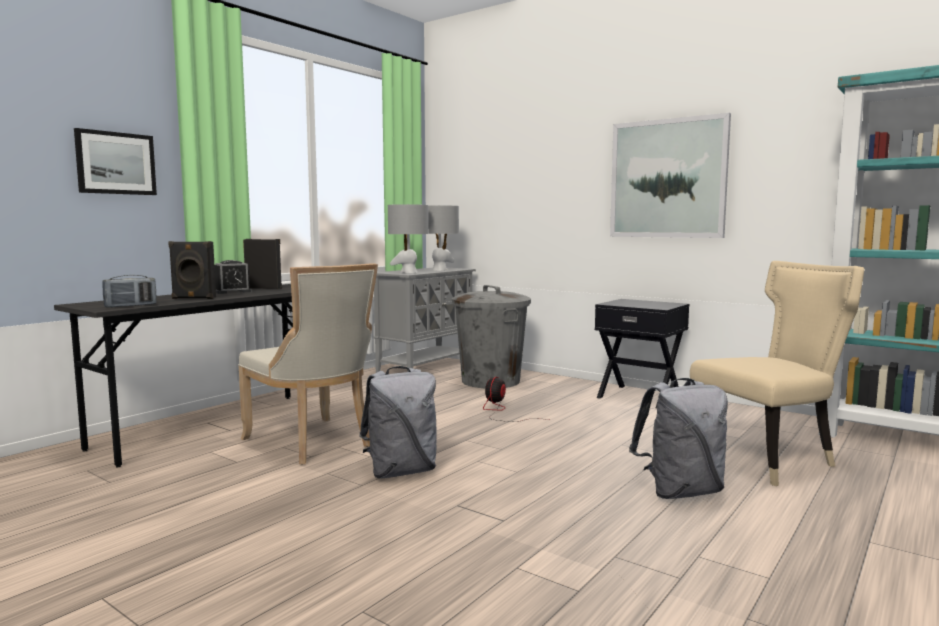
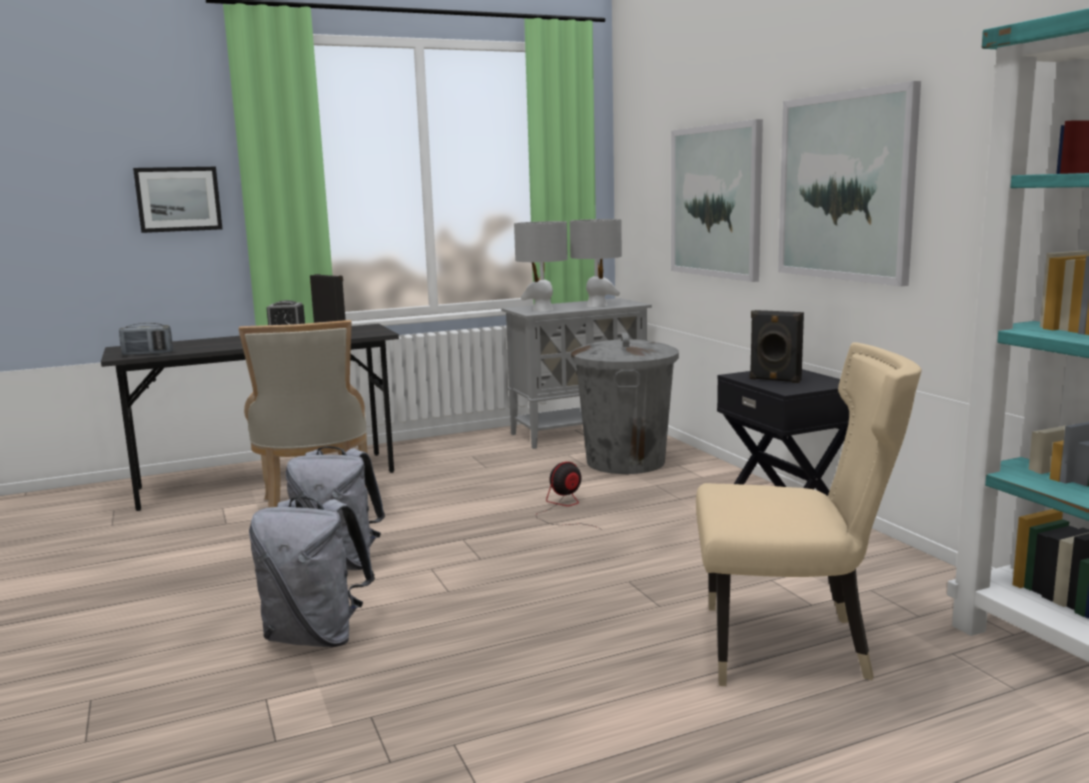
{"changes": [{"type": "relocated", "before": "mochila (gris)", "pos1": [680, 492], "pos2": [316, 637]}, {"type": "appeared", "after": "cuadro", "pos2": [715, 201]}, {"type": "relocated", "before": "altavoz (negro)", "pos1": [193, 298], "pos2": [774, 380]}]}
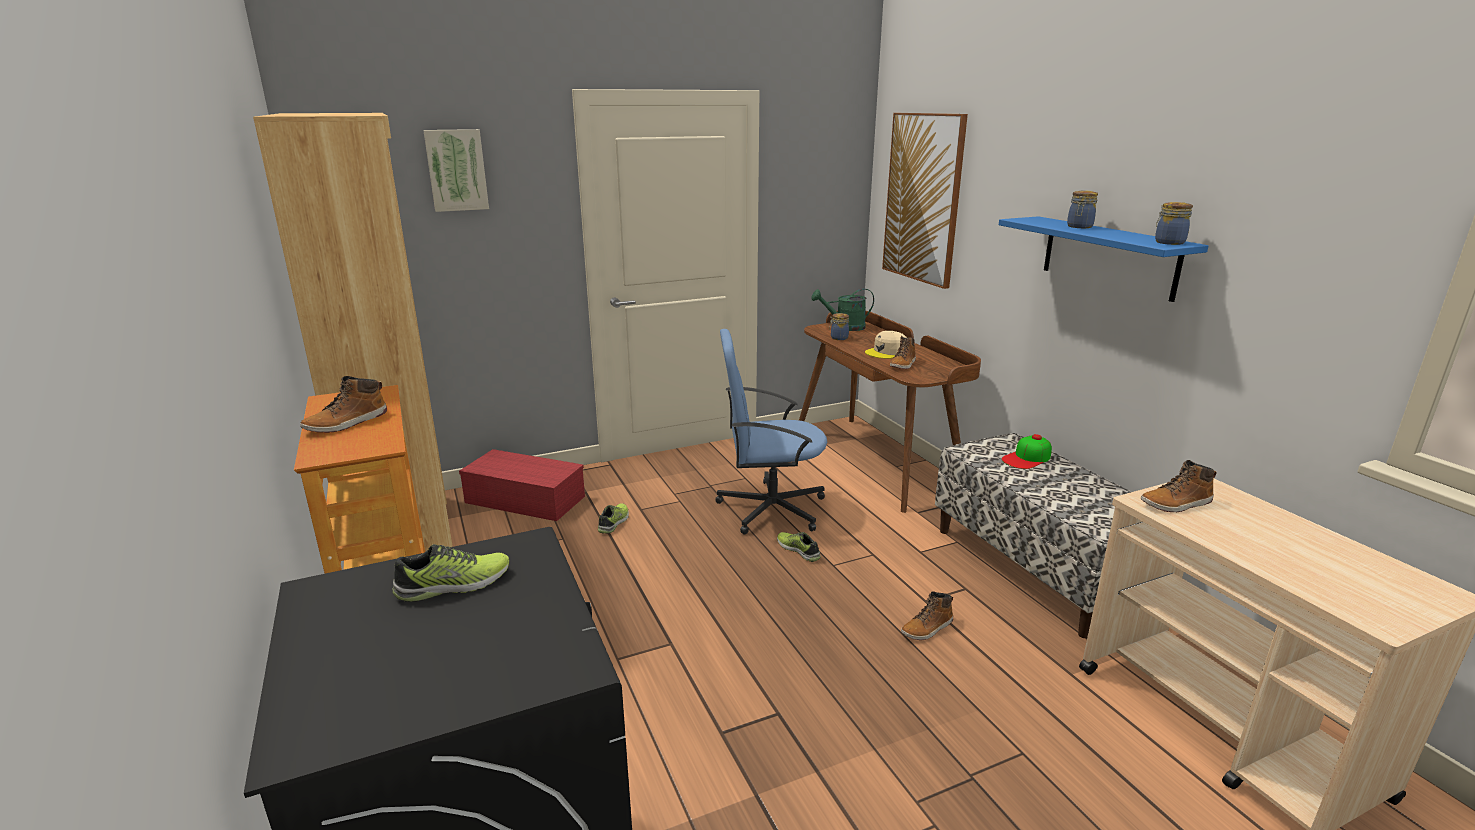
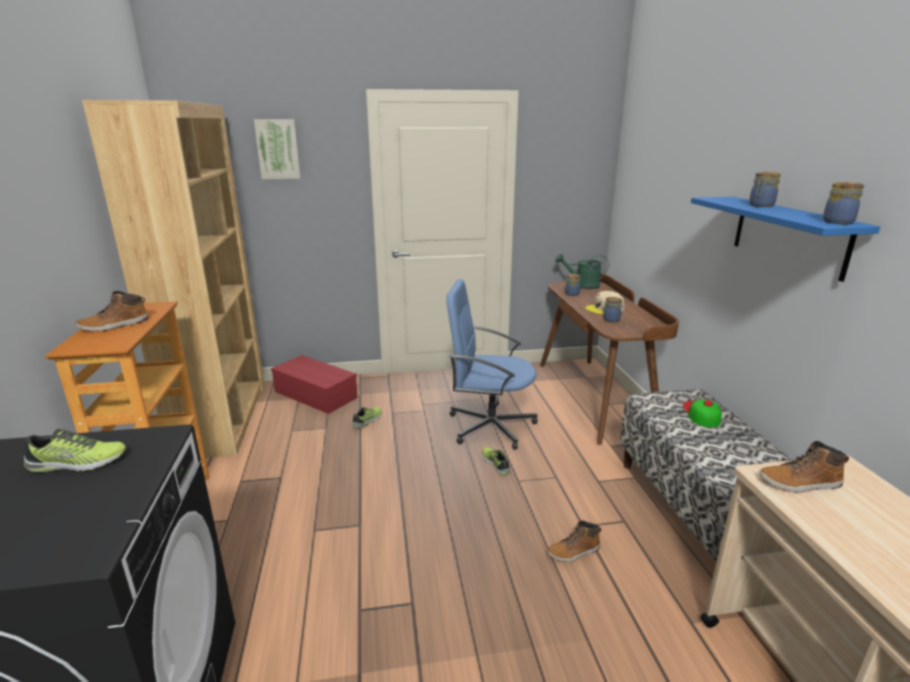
{"changes": [{"type": "exchanged", "before": "bota", "after": "tarro", "pos1": [903, 364], "pos2": [612, 320]}, {"type": "spun", "before": "gorra", "pos1": [1027, 458], "pos2": [701, 413], "turn": 120}, {"type": "missing", "before": "cuadro", "pos1": [923, 198]}]}
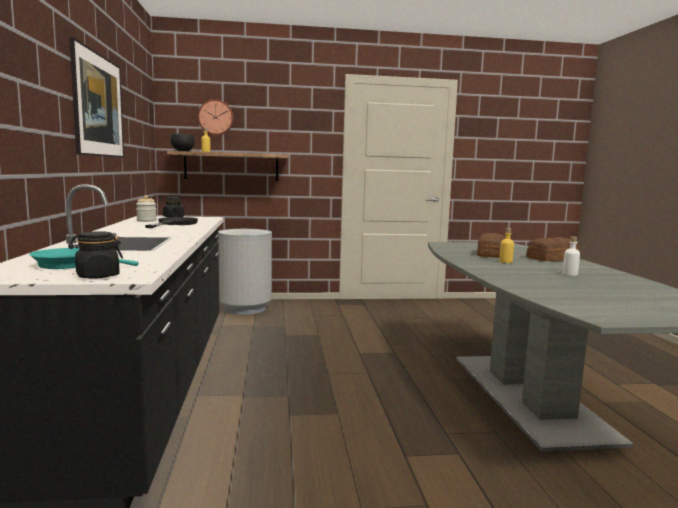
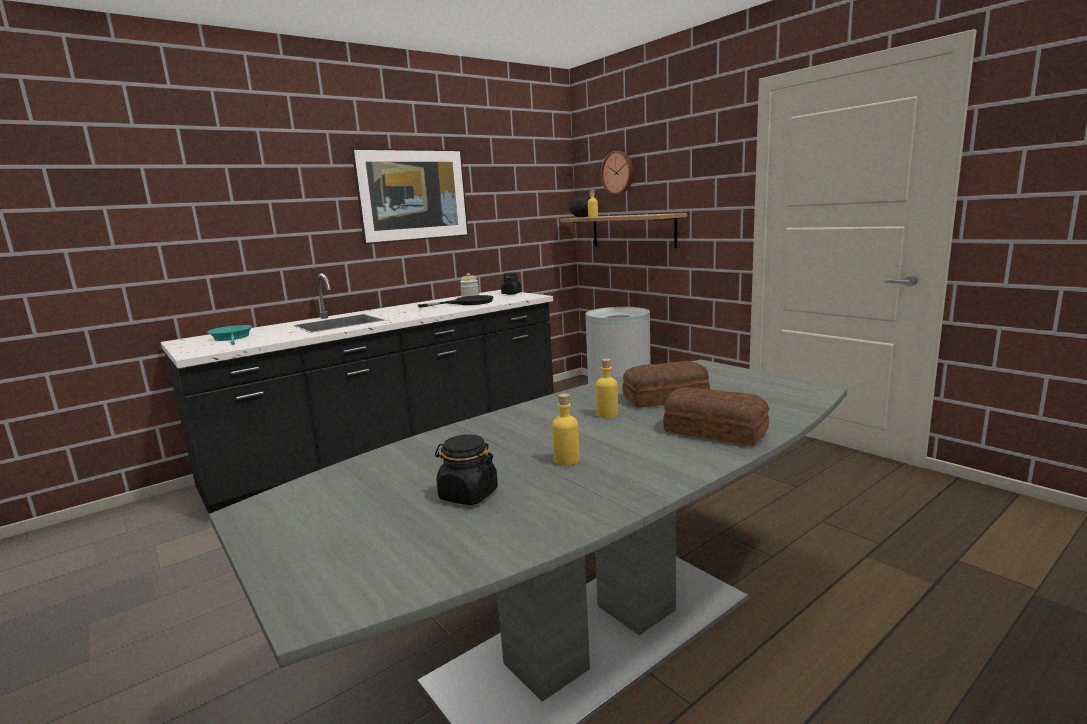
{"changes": [{"type": "relocated", "before": "tarro (negro)", "pos1": [97, 276], "pos2": [468, 495]}, {"type": "colour", "before": "botella (blanco)", "after": "botella (amarillo)", "pos1": [569, 274], "pos2": [566, 460]}]}
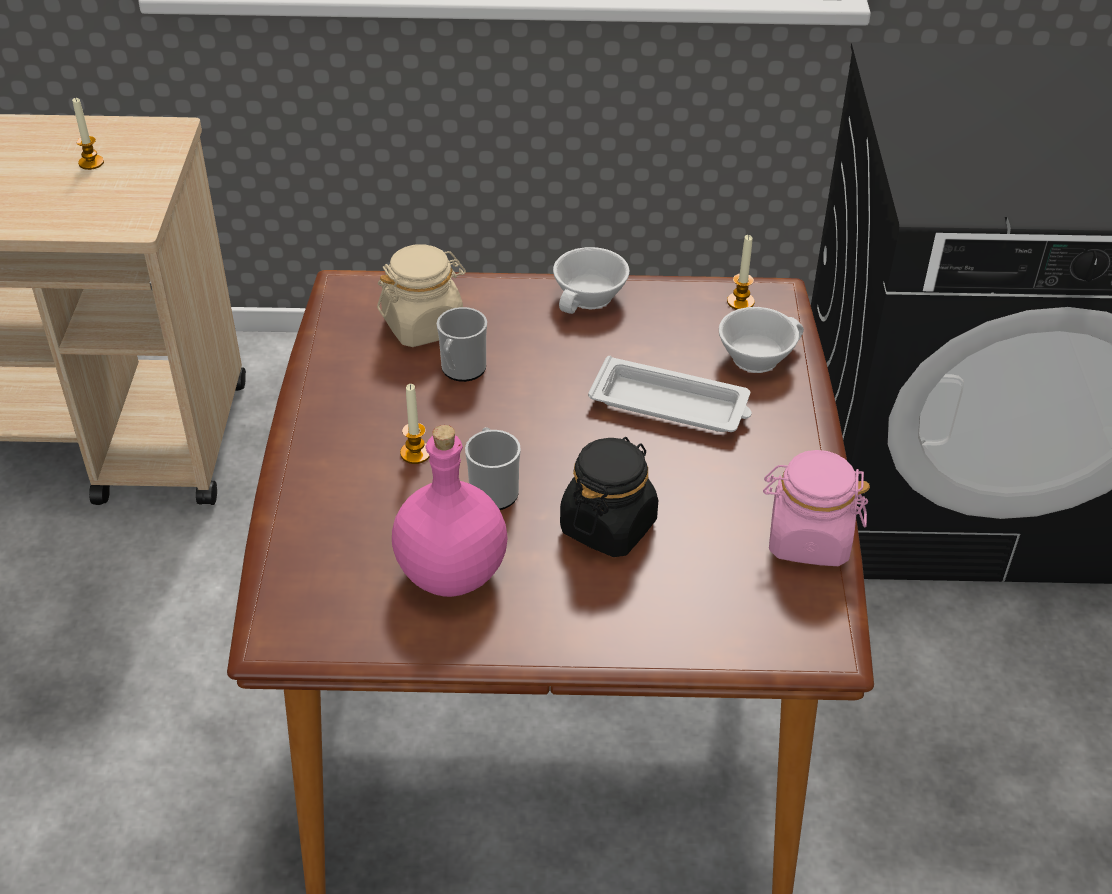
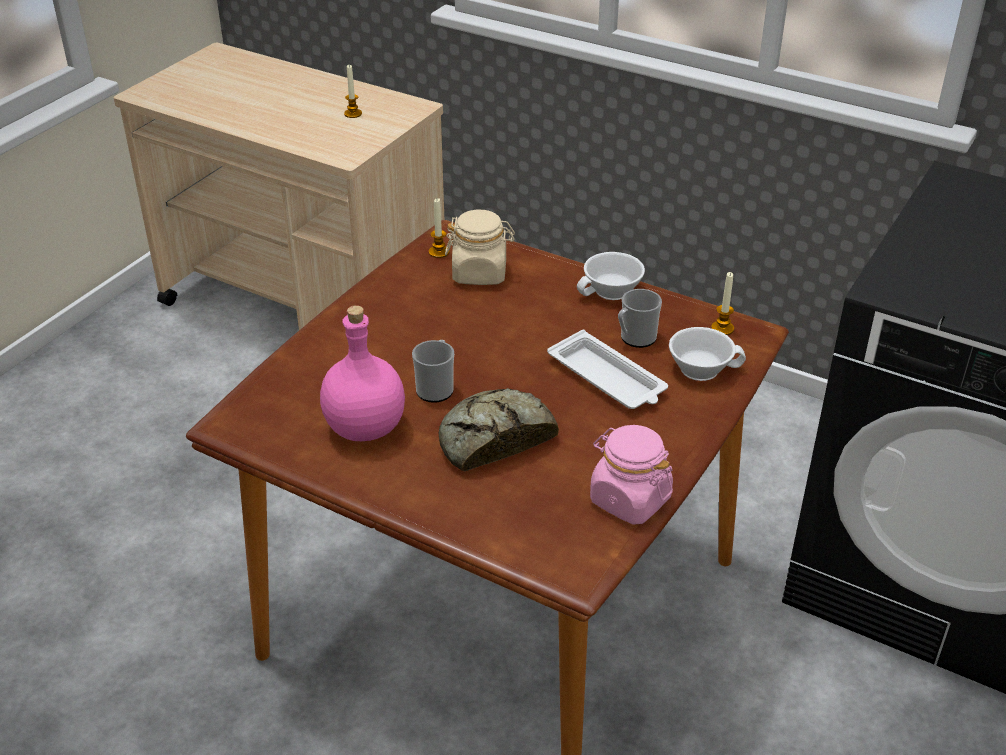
{"changes": [{"type": "relocated", "before": "vela", "pos1": [415, 453], "pos2": [439, 252]}, {"type": "exchanged", "before": "tarro (negro)", "after": "pan", "pos1": [608, 526], "pos2": [493, 438]}, {"type": "relocated", "before": "taza grande", "pos1": [461, 370], "pos2": [635, 338]}]}
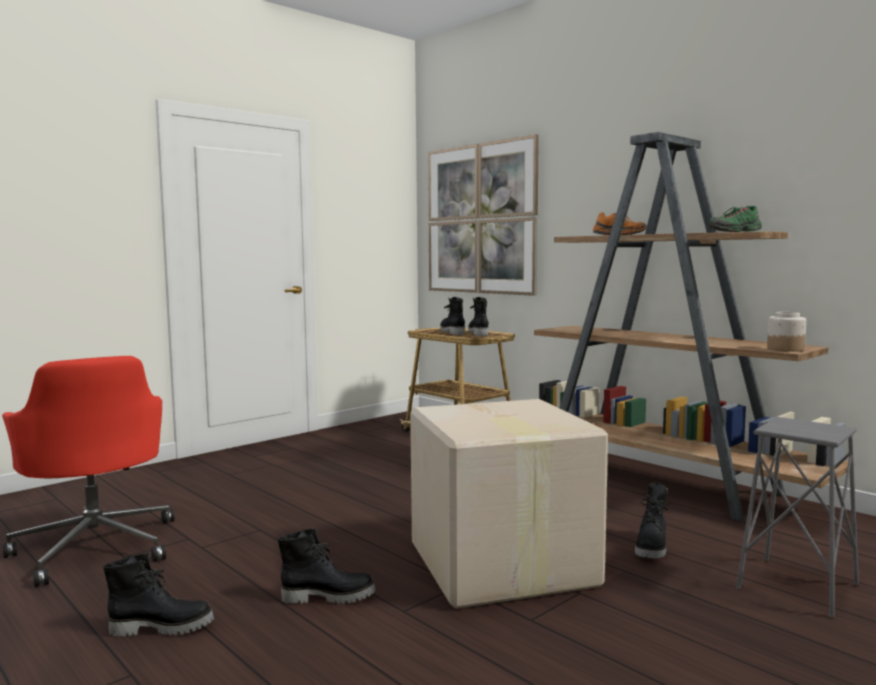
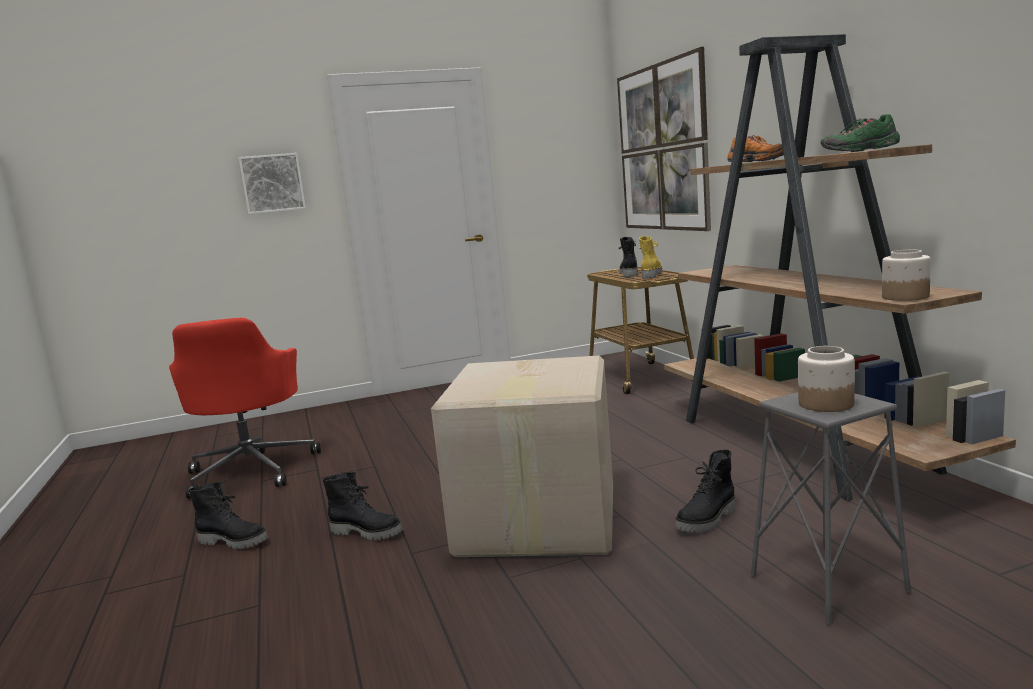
{"changes": [{"type": "appeared", "after": "cuadro", "pos2": [272, 183]}, {"type": "colour", "before": "bota (negro)", "after": "bota (amarillo)", "pos1": [478, 333], "pos2": [650, 274]}, {"type": "appeared", "after": "tarro", "pos2": [825, 404]}]}
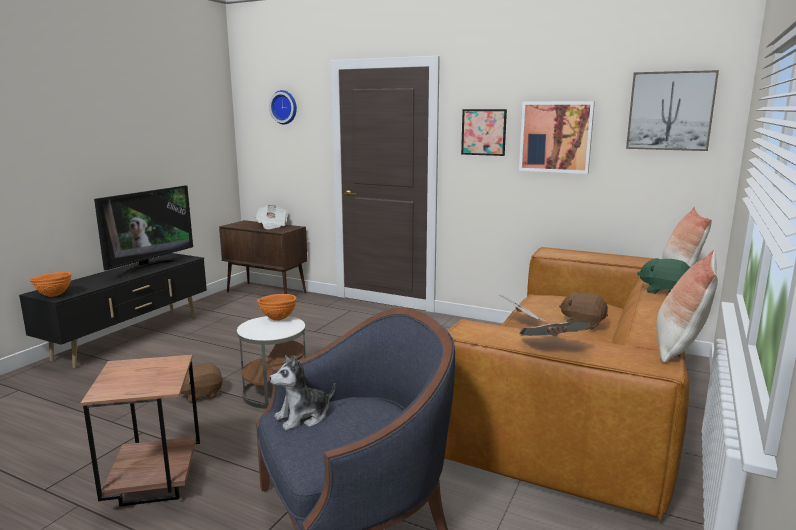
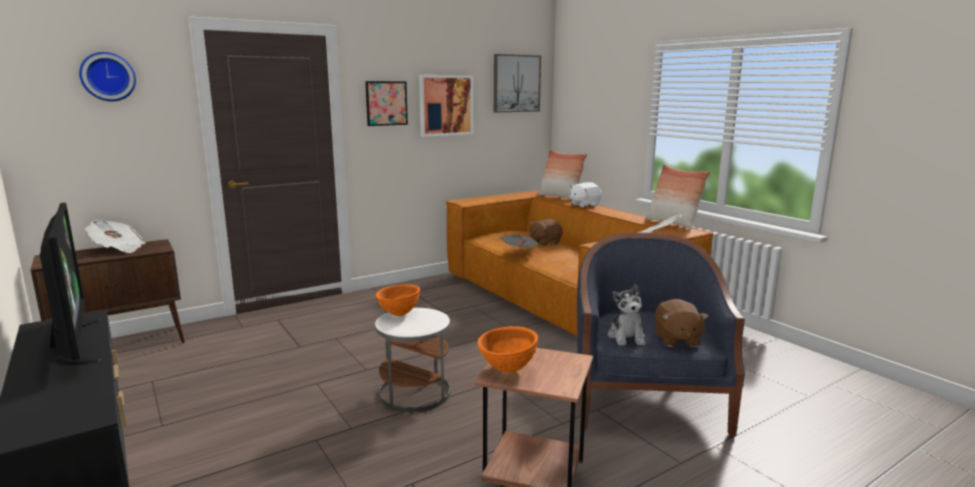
{"changes": [{"type": "relocated", "before": "cuenco (naranja)", "pos1": [54, 295], "pos2": [507, 370]}, {"type": "colour", "before": "peluche (verde)", "after": "peluche (blanco)", "pos1": [664, 291], "pos2": [584, 205]}, {"type": "relocated", "before": "peluche (marrón)", "pos1": [200, 395], "pos2": [676, 340]}]}
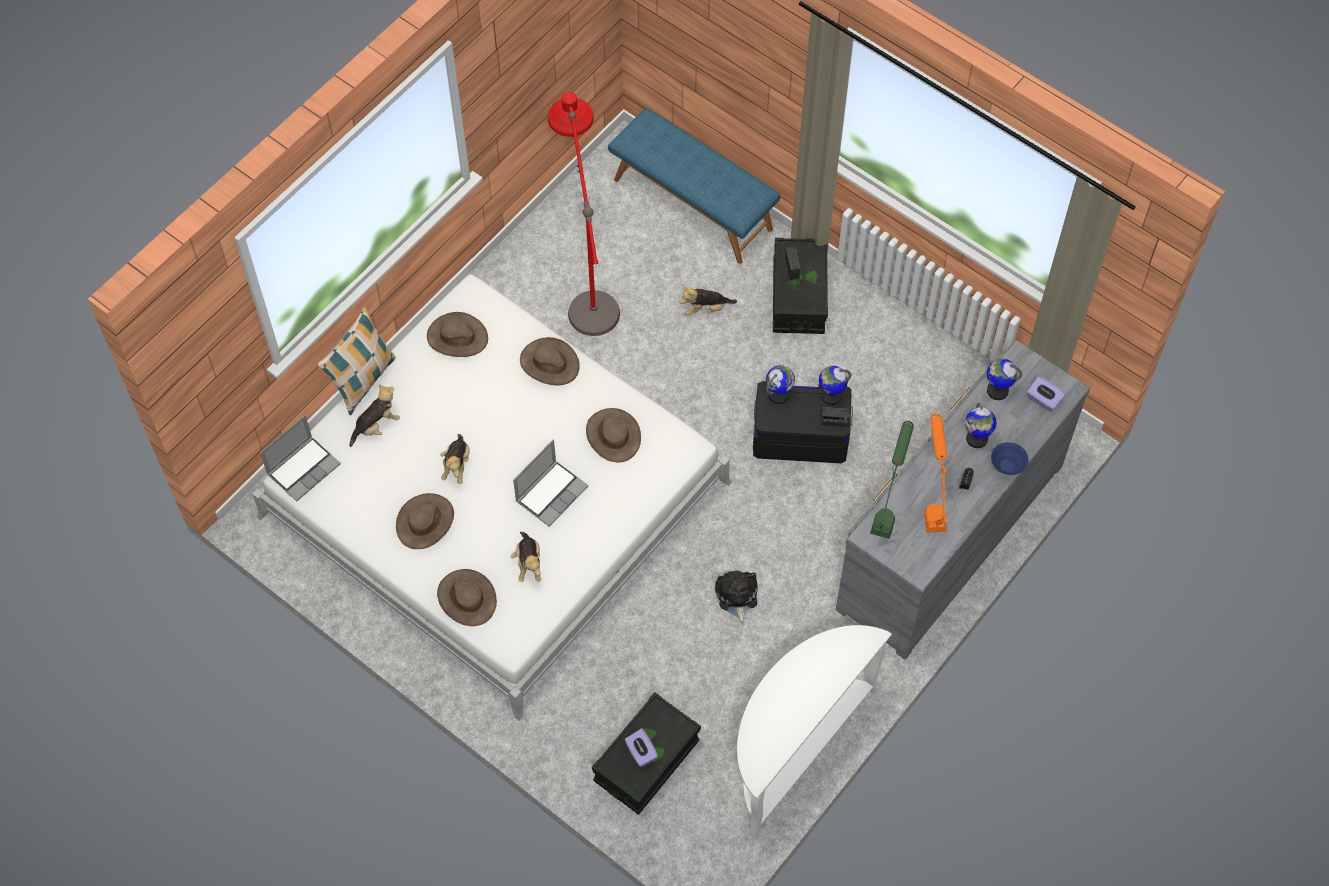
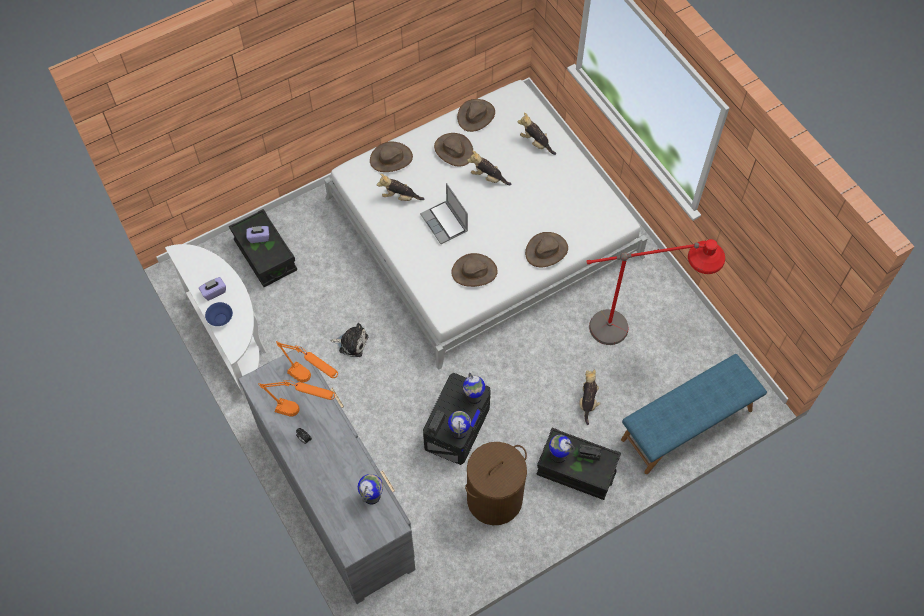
{"changes": [{"type": "relocated", "before": "caja de pañuelos (morado)", "pos1": [1043, 400], "pos2": [214, 292]}, {"type": "relocated", "before": "cuenco (azul)", "pos1": [1008, 465], "pos2": [220, 319]}, {"type": "colour", "before": "lámpara de mesa (verde)", "after": "lámpara de mesa (naranja)", "pos1": [888, 506], "pos2": [312, 381]}, {"type": "relocated", "before": "sombrero (marrón)", "pos1": [457, 337], "pos2": [476, 116]}, {"type": "appeared", "after": "cesto de la ropa (marrón)", "pos2": [494, 498]}, {"type": "spun", "before": "peluche", "pos1": [376, 425], "pos2": [536, 143], "turn": 150}, {"type": "relocated", "before": "globo terráqueo", "pos1": [976, 439], "pos2": [558, 455]}, {"type": "missing", "before": "portátil", "pos1": [304, 468]}, {"type": "missing", "before": "cojín", "pos1": [363, 380]}]}
